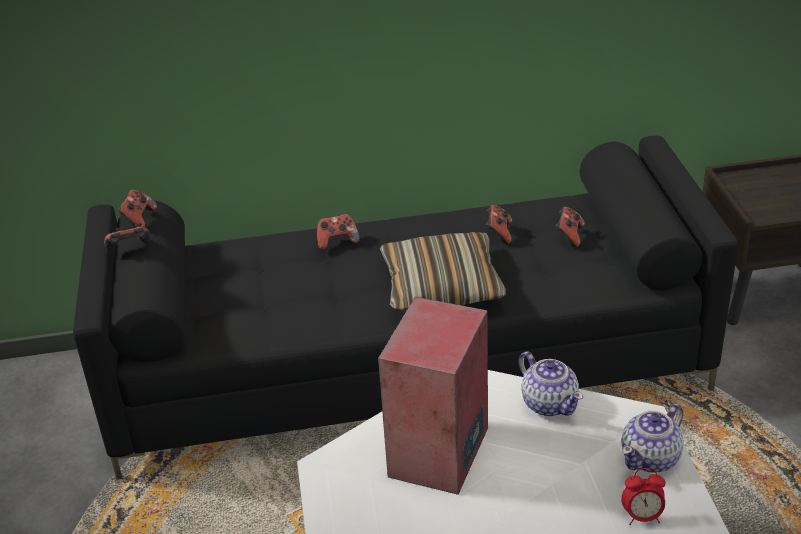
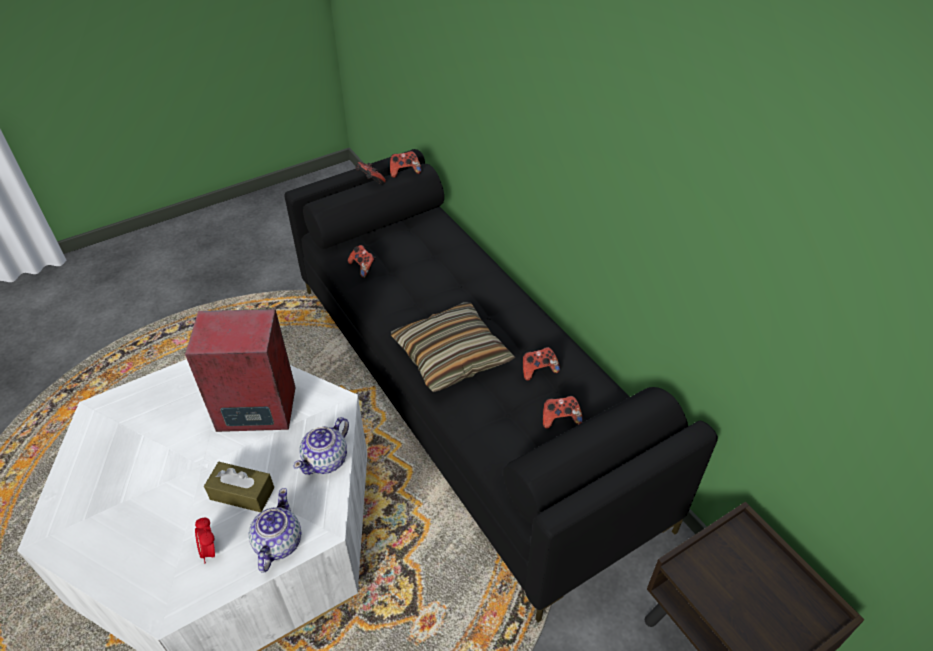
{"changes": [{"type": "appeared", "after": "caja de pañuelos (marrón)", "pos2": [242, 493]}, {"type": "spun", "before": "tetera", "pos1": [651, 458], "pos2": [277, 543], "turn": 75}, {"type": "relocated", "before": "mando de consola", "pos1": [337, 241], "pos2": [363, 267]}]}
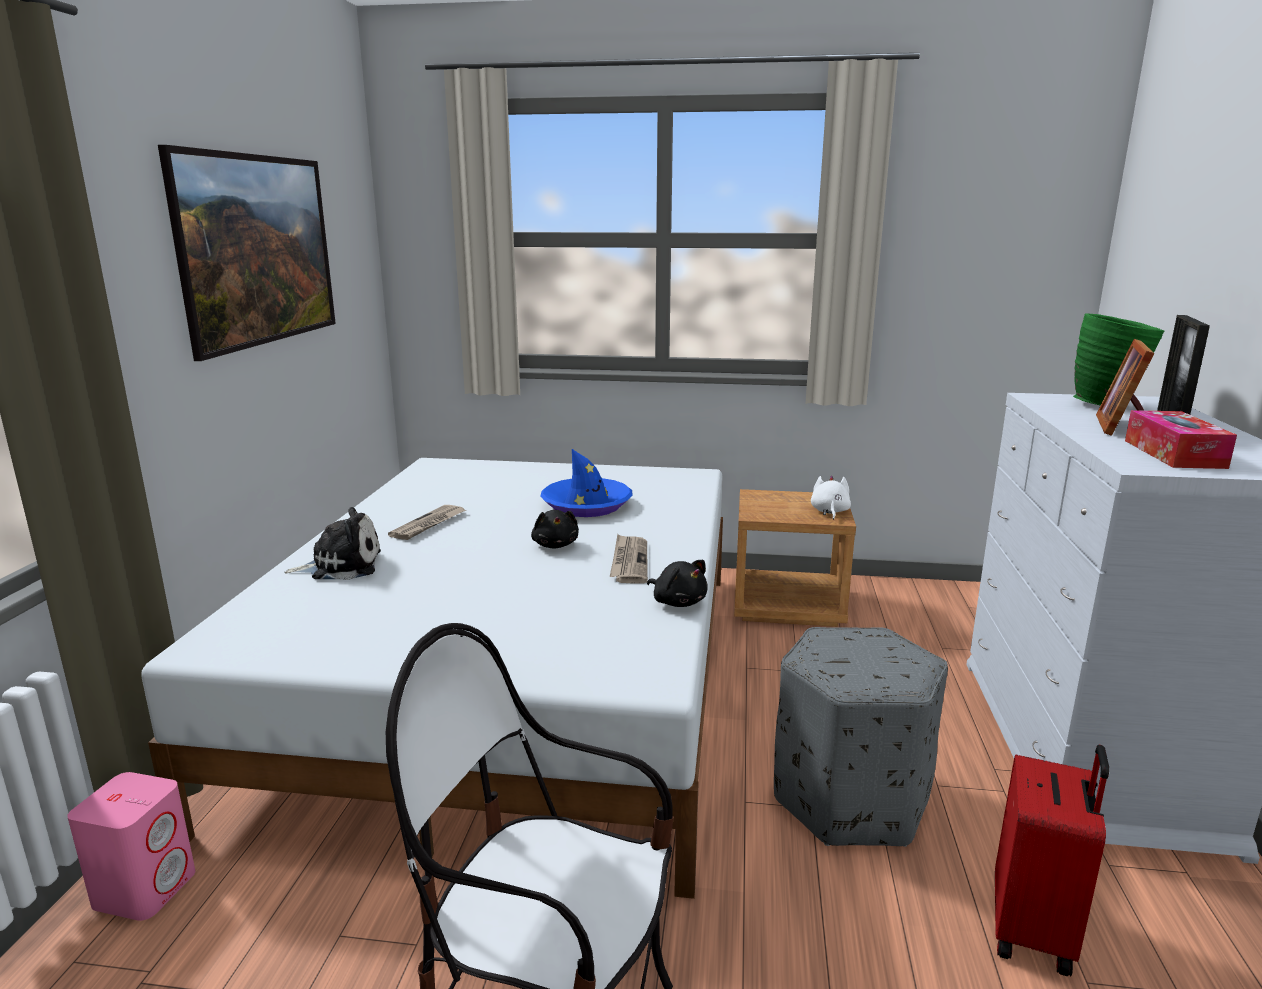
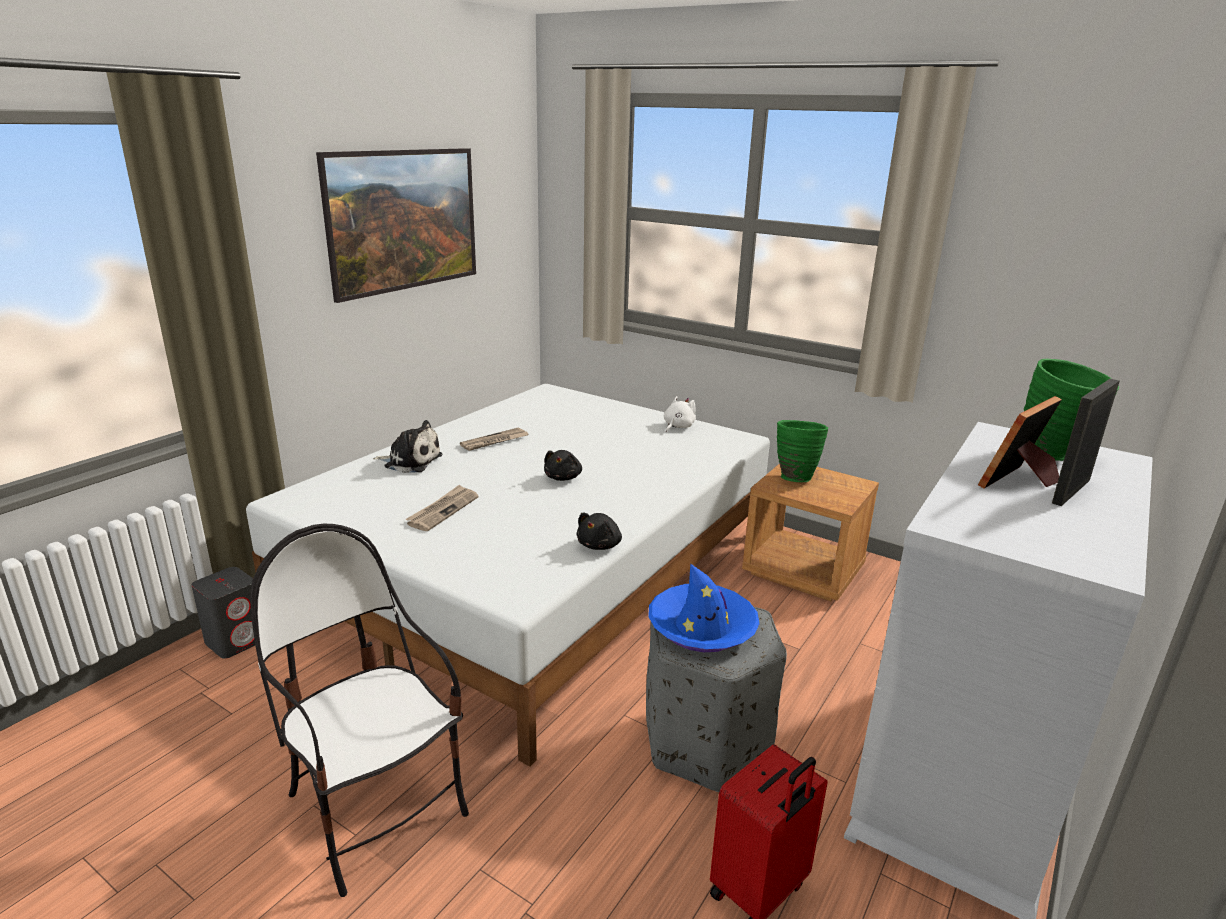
{"changes": [{"type": "colour", "before": "altavoz (rosa)", "after": "altavoz (gris)", "pos1": [146, 888], "pos2": [236, 640]}, {"type": "relocated", "before": "periódico", "pos1": [629, 562], "pos2": [443, 510]}, {"type": "spun", "before": "peluche (negro)", "pos1": [678, 602], "pos2": [600, 545], "turn": 45}, {"type": "relocated", "before": "sombrero (azul)", "pos1": [587, 505], "pos2": [702, 627]}, {"type": "relocated", "before": "peluche (blanco)", "pos1": [829, 512], "pos2": [678, 426]}, {"type": "appeared", "after": "florero (verde)", "pos2": [794, 477]}, {"type": "missing", "before": "caja de pañuelos", "pos1": [1173, 454]}]}
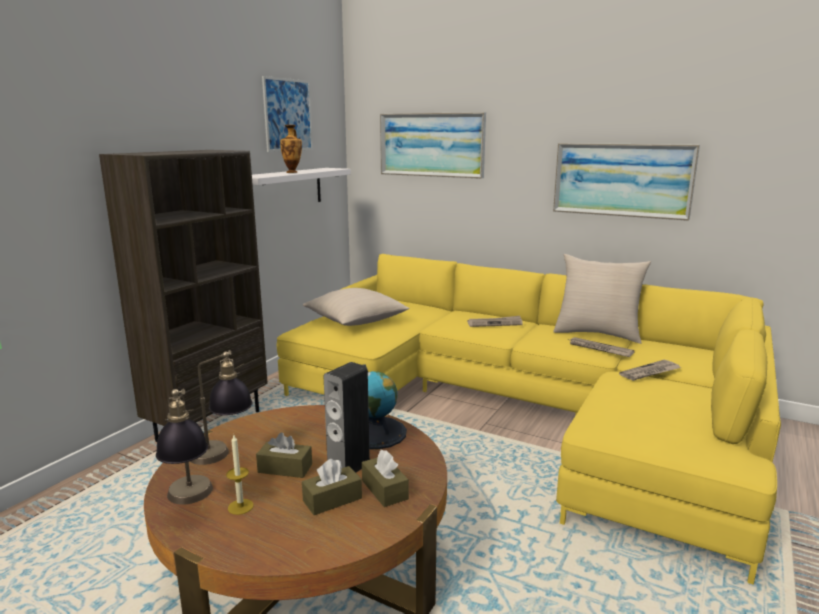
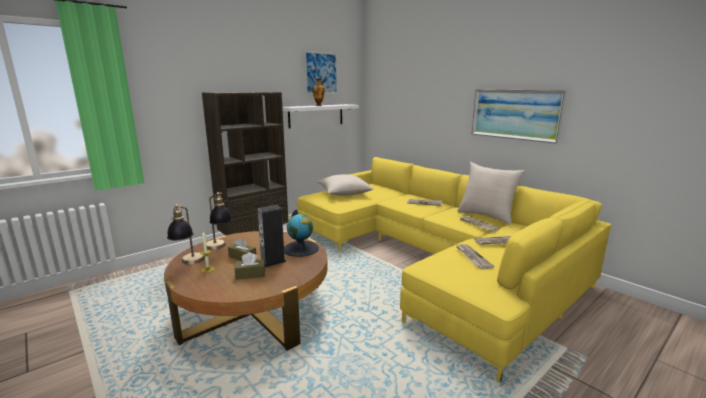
{"changes": [{"type": "appeared", "after": "periódico", "pos2": [472, 257]}, {"type": "missing", "before": "caja de pañuelos (marrón)", "pos1": [384, 490]}, {"type": "missing", "before": "cuadro", "pos1": [431, 145]}]}
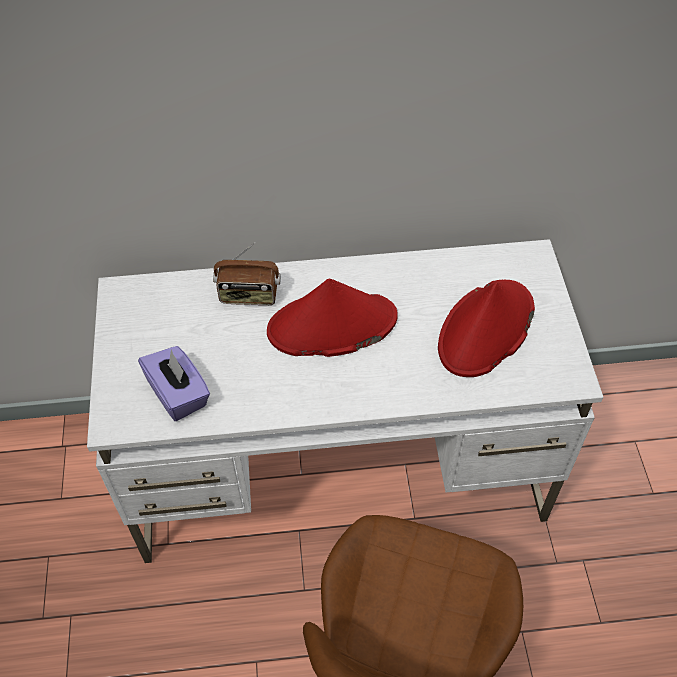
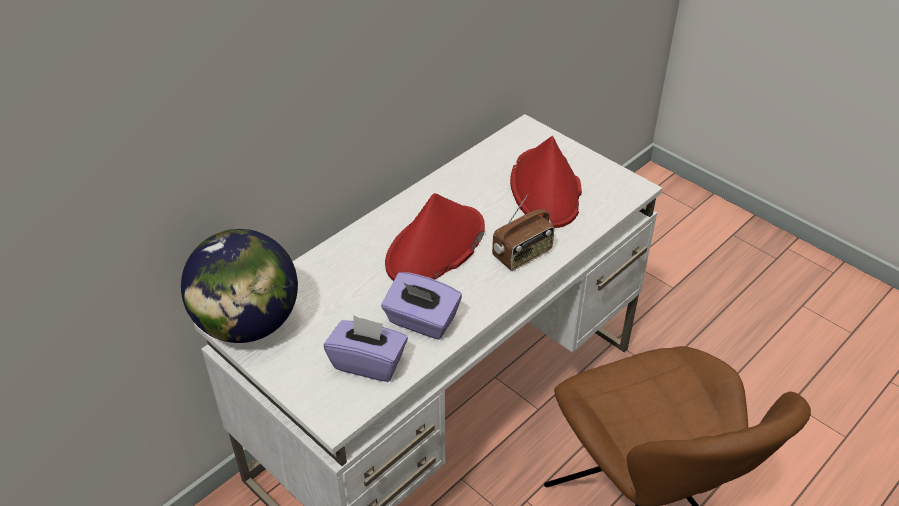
{"changes": [{"type": "appeared", "after": "globo terráqueo", "pos2": [248, 323]}, {"type": "appeared", "after": "caja de pañuelos (morado)", "pos2": [421, 321]}, {"type": "relocated", "before": "radio", "pos1": [249, 296], "pos2": [522, 255]}]}
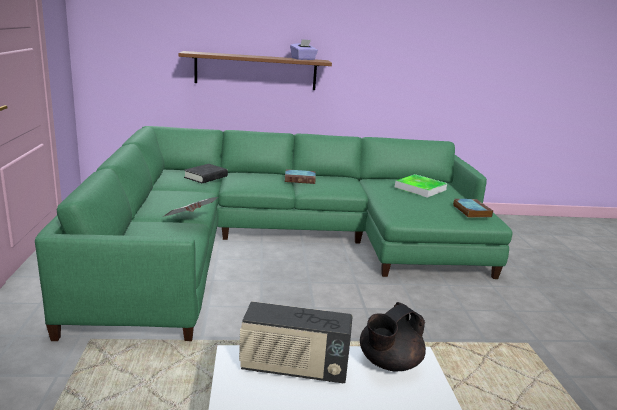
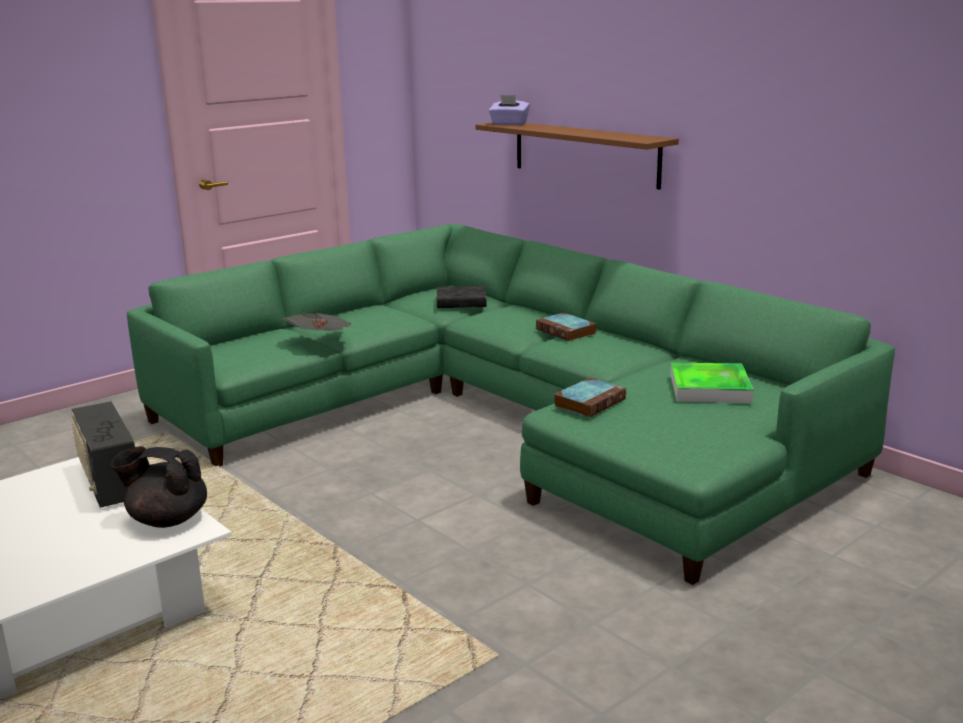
{"changes": [{"type": "relocated", "before": "caja de pañuelos (morado)", "pos1": [303, 59], "pos2": [509, 124]}, {"type": "relocated", "before": "libro", "pos1": [471, 211], "pos2": [590, 402]}]}
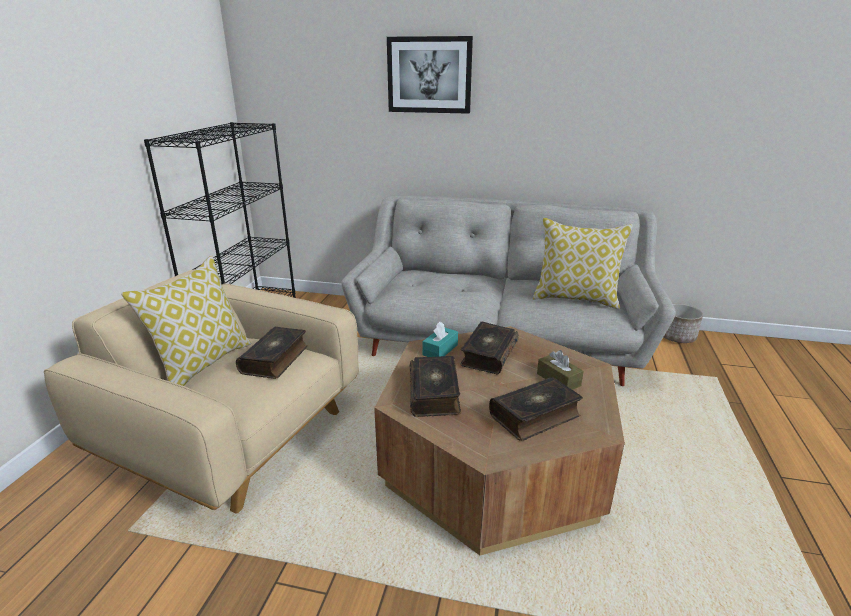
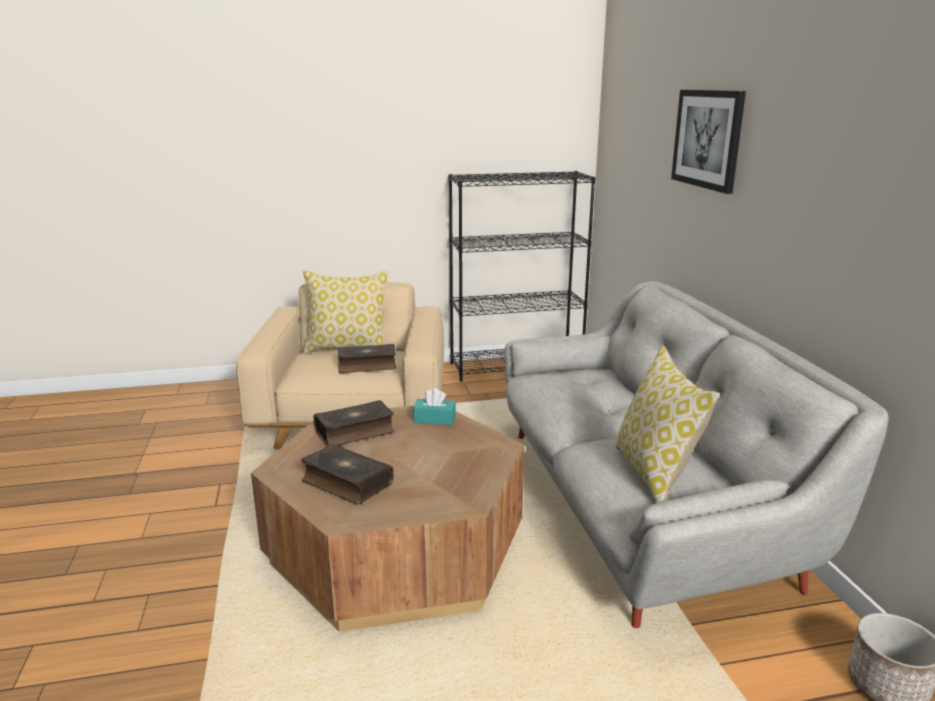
{"changes": [{"type": "missing", "before": "libro", "pos1": [488, 355]}, {"type": "missing", "before": "caja de pañuelos (marrón)", "pos1": [558, 379]}]}
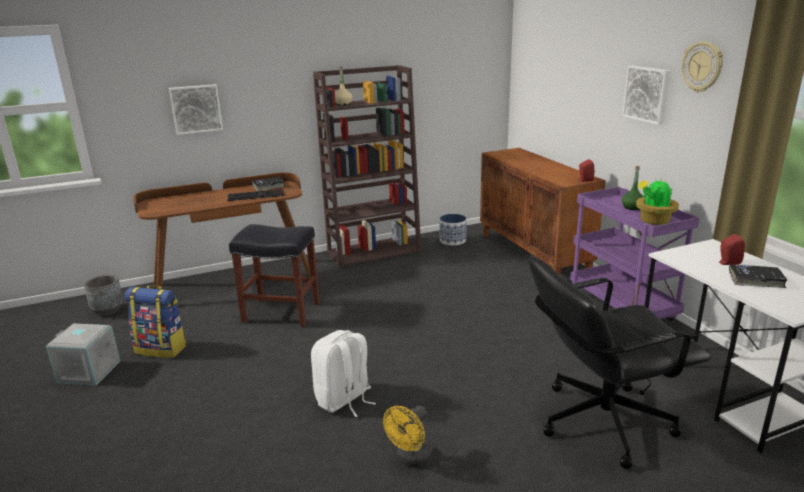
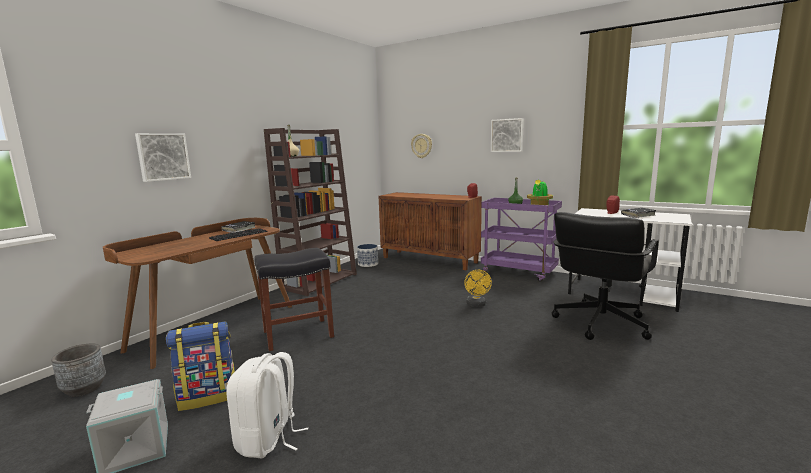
{"changes": [{"type": "relocated", "before": "mochila (blanco)", "pos1": [344, 400], "pos2": [268, 439]}, {"type": "relocated", "before": "reloj de pared", "pos1": [702, 67], "pos2": [421, 146]}, {"type": "relocated", "before": "ventilador (amarillo)", "pos1": [411, 459], "pos2": [477, 305]}]}
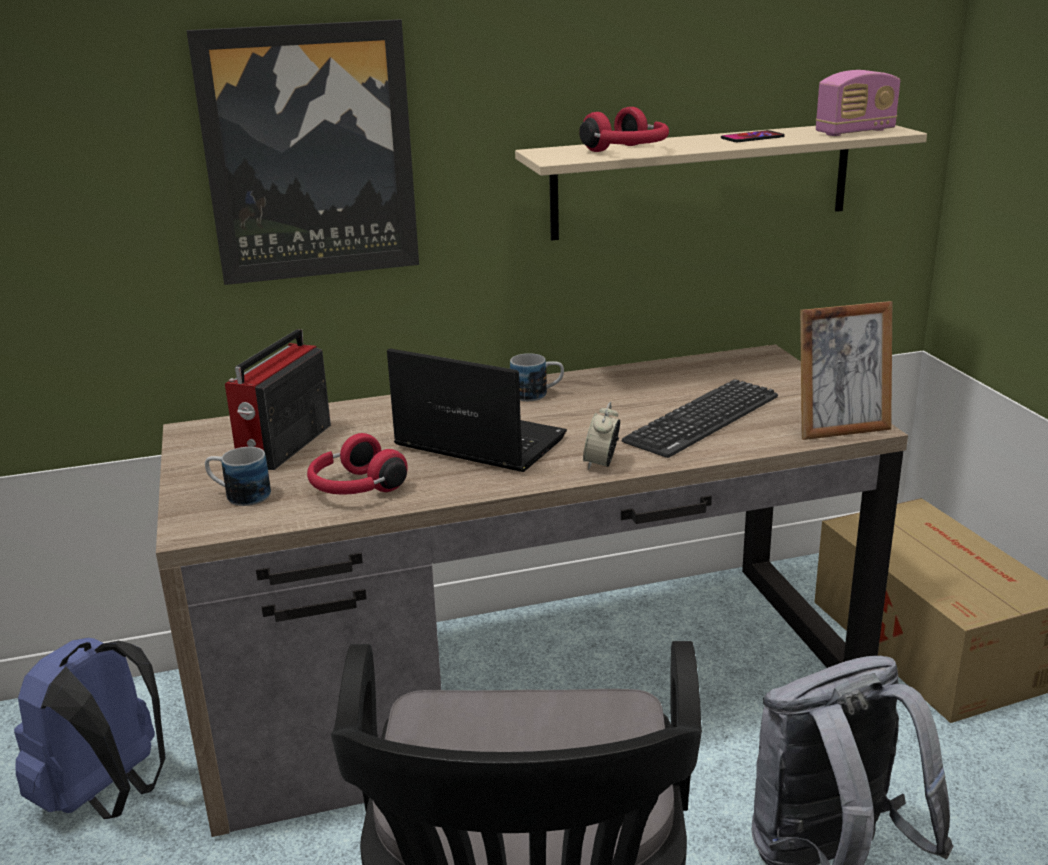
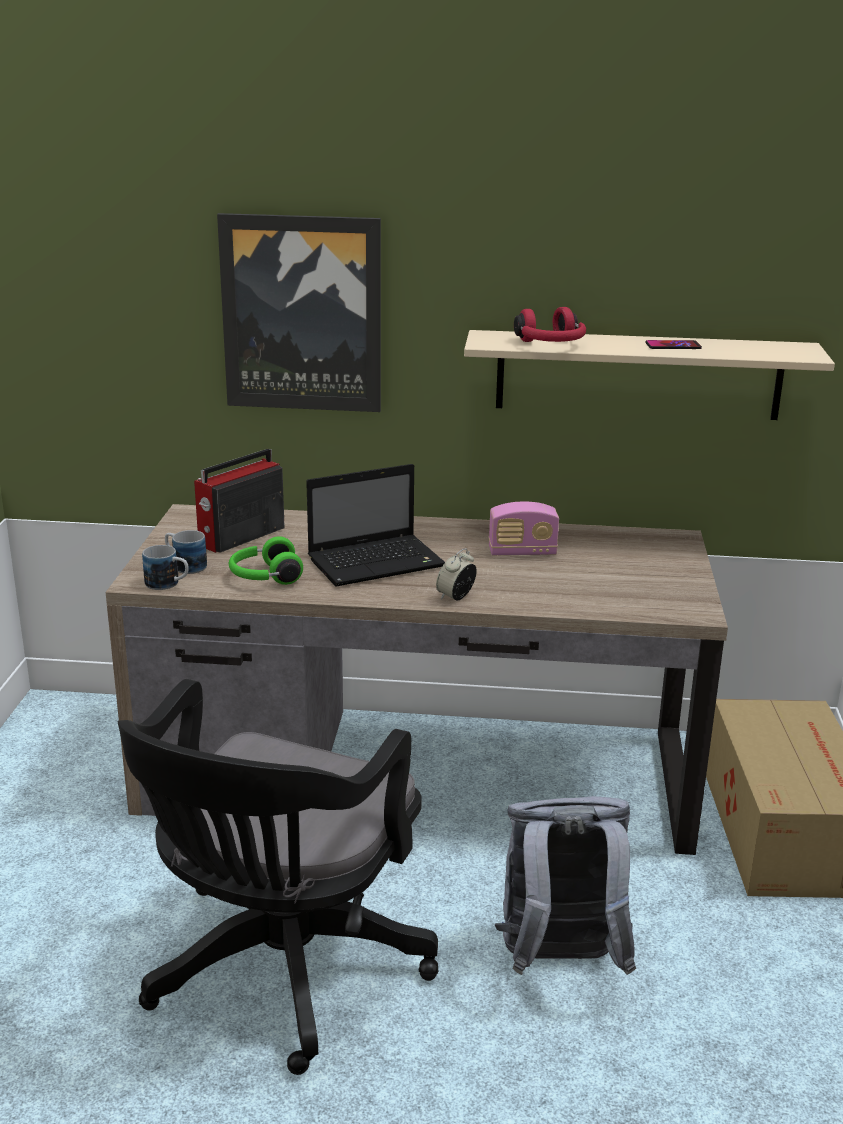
{"changes": [{"type": "relocated", "before": "taza grande", "pos1": [537, 394], "pos2": [168, 584]}, {"type": "colour", "before": "auriculares (rojo)", "after": "auriculares (verde)", "pos1": [355, 488], "pos2": [264, 577]}, {"type": "spun", "before": "portátil", "pos1": [476, 442], "pos2": [378, 562], "turn": 105}, {"type": "relocated", "before": "radio", "pos1": [855, 132], "pos2": [522, 552]}, {"type": "missing", "before": "mochila (azul)", "pos1": [108, 795]}, {"type": "missing", "before": "teclado", "pos1": [702, 419]}, {"type": "missing", "before": "portarretratos", "pos1": [840, 429]}]}
